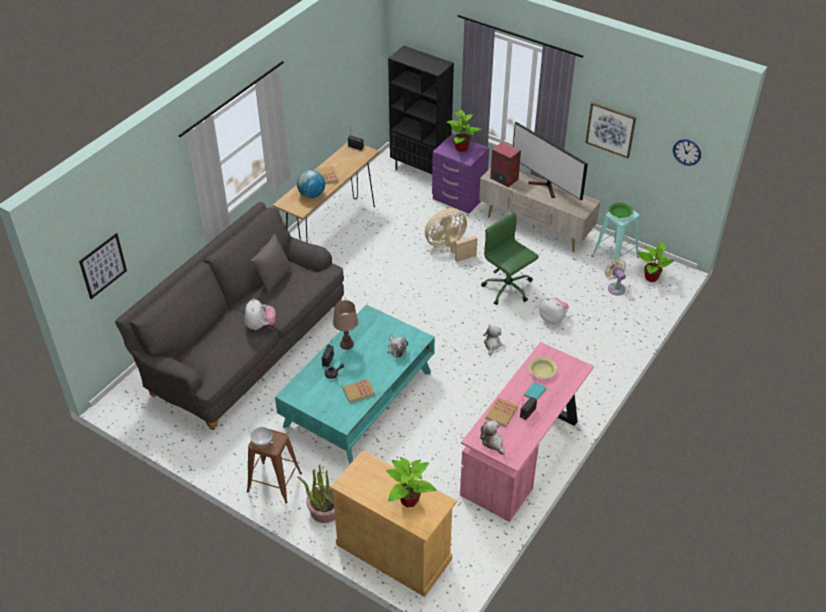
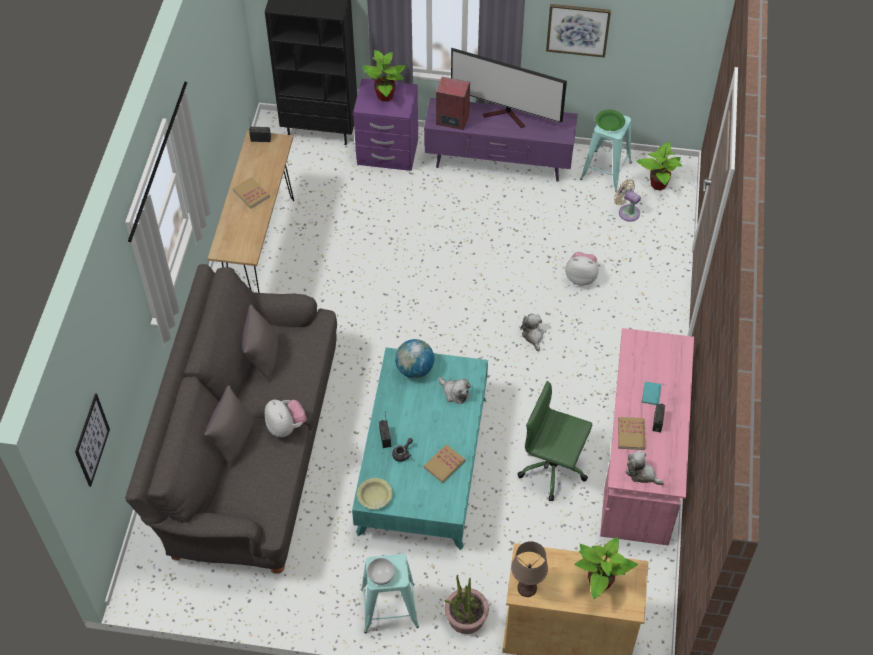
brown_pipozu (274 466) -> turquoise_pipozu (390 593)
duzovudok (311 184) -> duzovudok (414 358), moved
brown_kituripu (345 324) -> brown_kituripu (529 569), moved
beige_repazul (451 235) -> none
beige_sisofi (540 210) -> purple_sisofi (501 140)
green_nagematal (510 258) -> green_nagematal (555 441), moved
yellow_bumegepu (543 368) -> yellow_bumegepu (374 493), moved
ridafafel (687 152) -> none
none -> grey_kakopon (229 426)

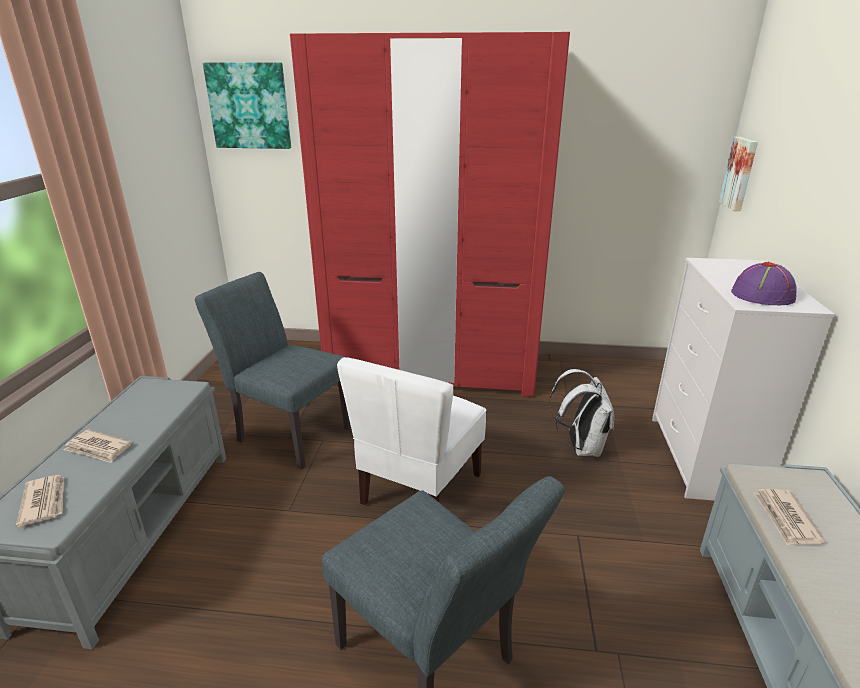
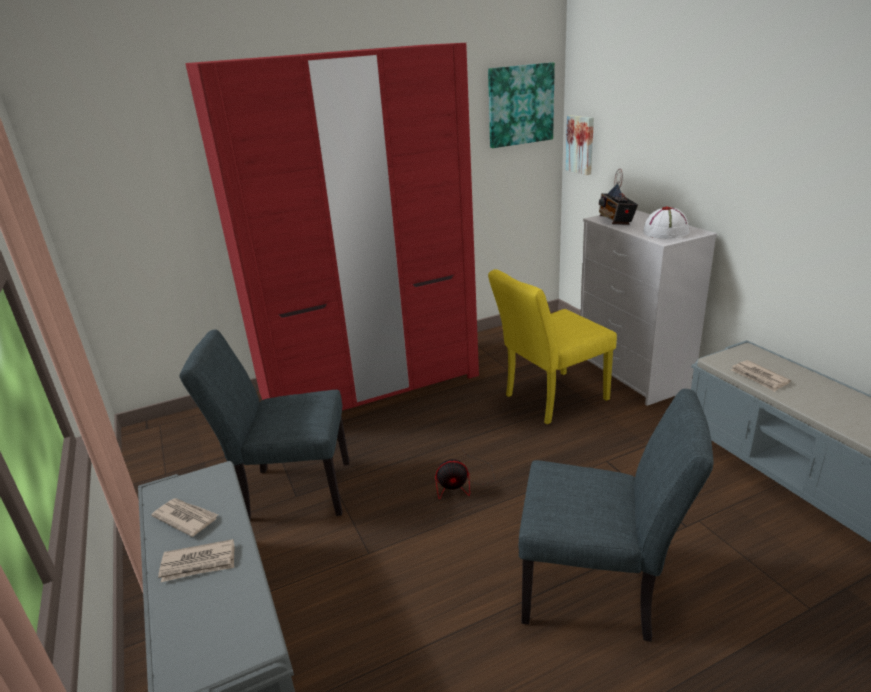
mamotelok (40 501) -> mamotelok (184 517), moved
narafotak (247 105) -> narafotak (521 105), moved
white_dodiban (411 431) -> repazul (465 473)
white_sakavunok (581 413) -> yellow_dodiban (552 346)
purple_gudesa (764 283) -> white_gudesa (666 222)
none -> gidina (618 197)

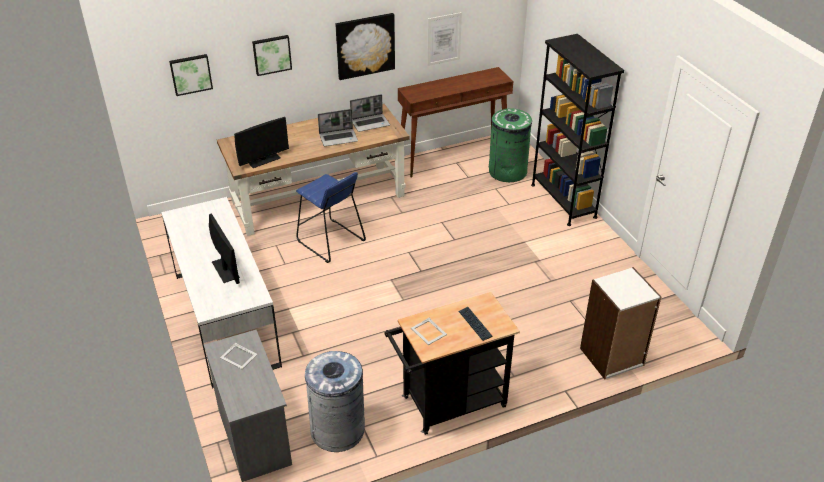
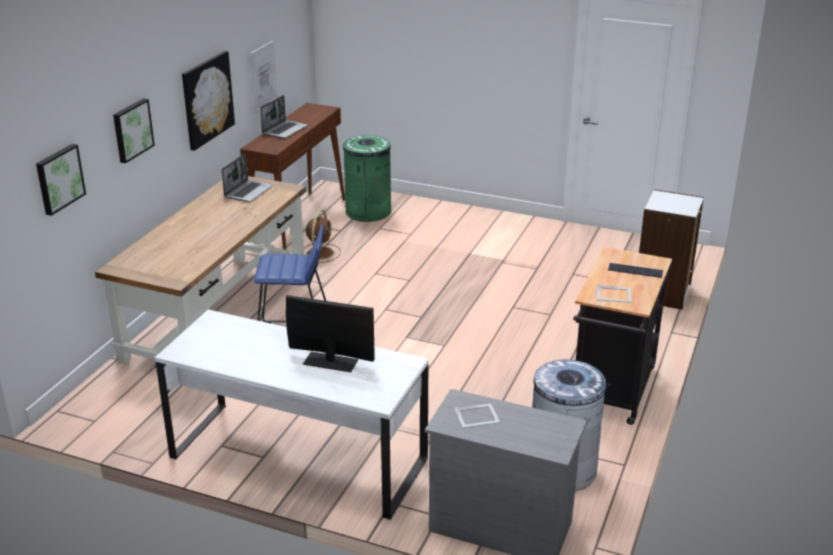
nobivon (261 142) -> none
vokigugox (338 127) -> vokigugox (284 116), moved
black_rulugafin (577 130) -> none
none -> brown_repazul (322 236)

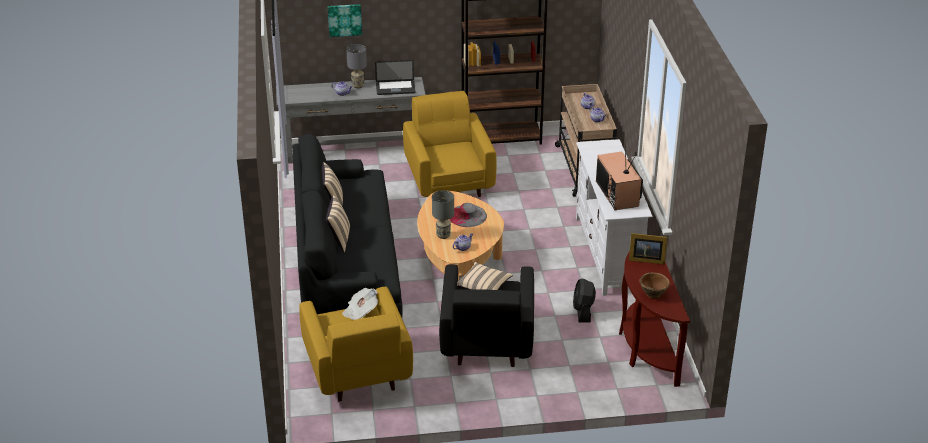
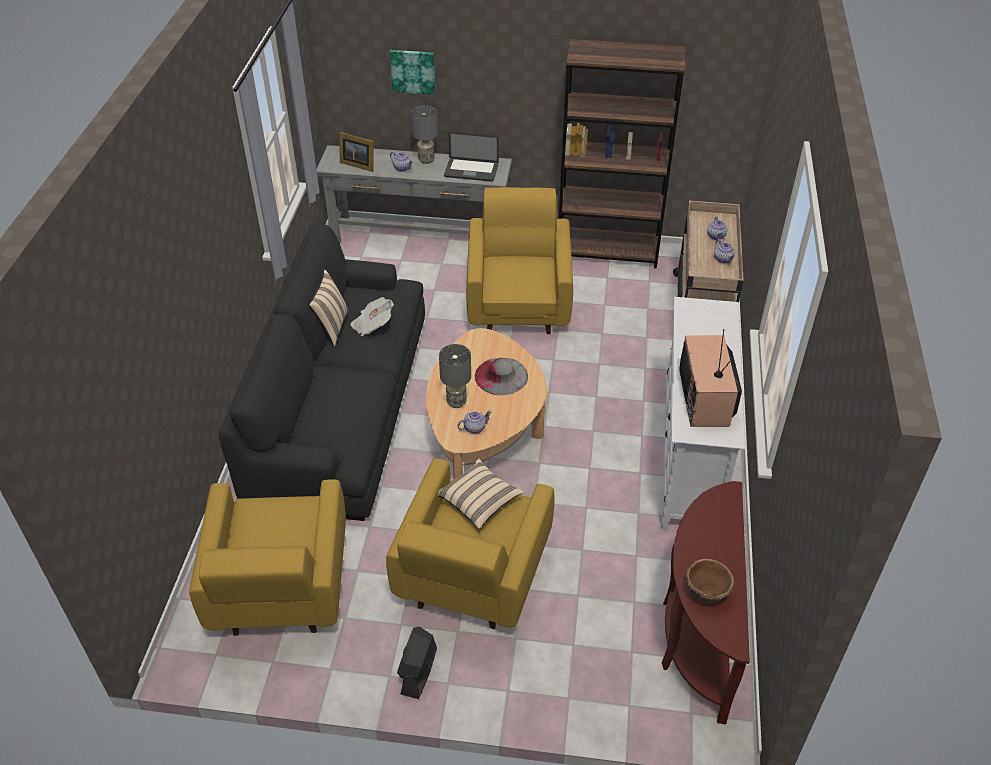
beige_kakopon (338 224) -> none
mamotelok (360 304) -> mamotelok (372 316), moved
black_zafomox (486 315) -> yellow_zafomox (470 544)
black_repazul (584 300) -> black_repazul (417 662), moved
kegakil (648 249) -> kegakil (356 152), moved

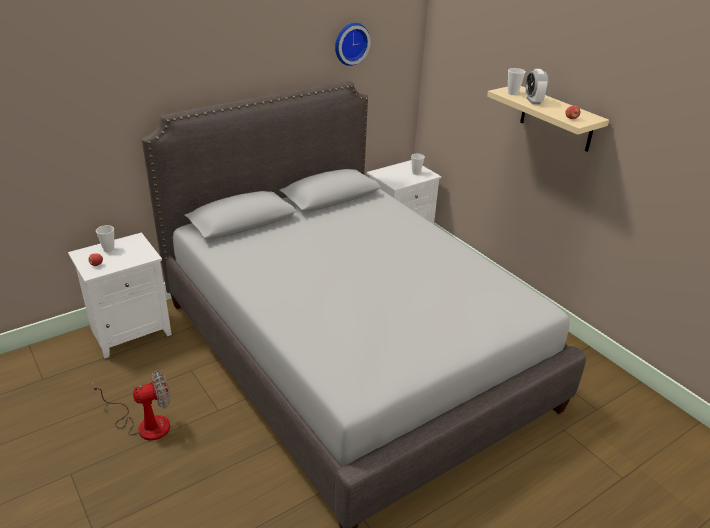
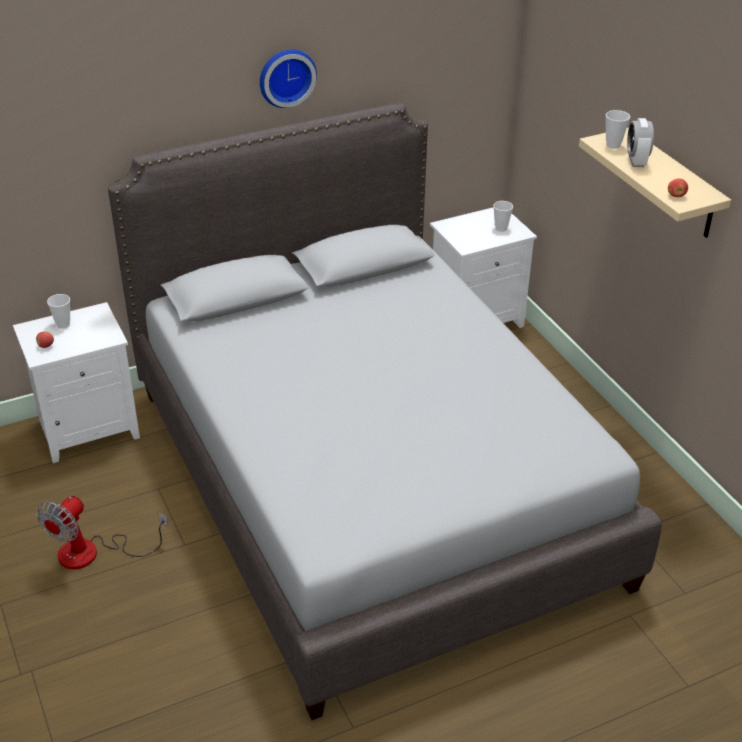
repazul (131 405) -> repazul (102 532), 135 degrees clockwise
ridafafel (353 44) -> ridafafel (288 78), moved

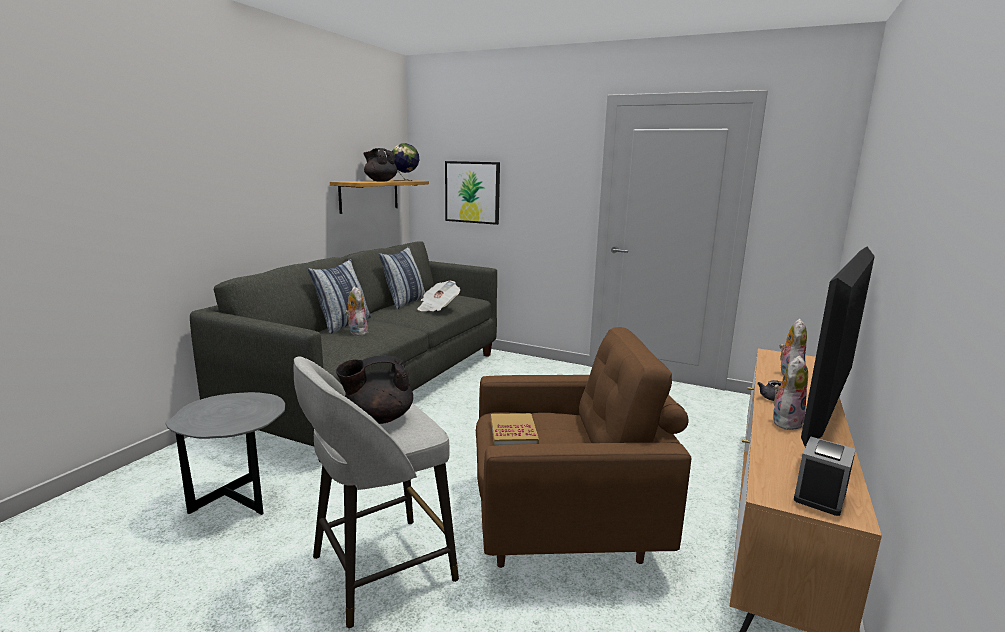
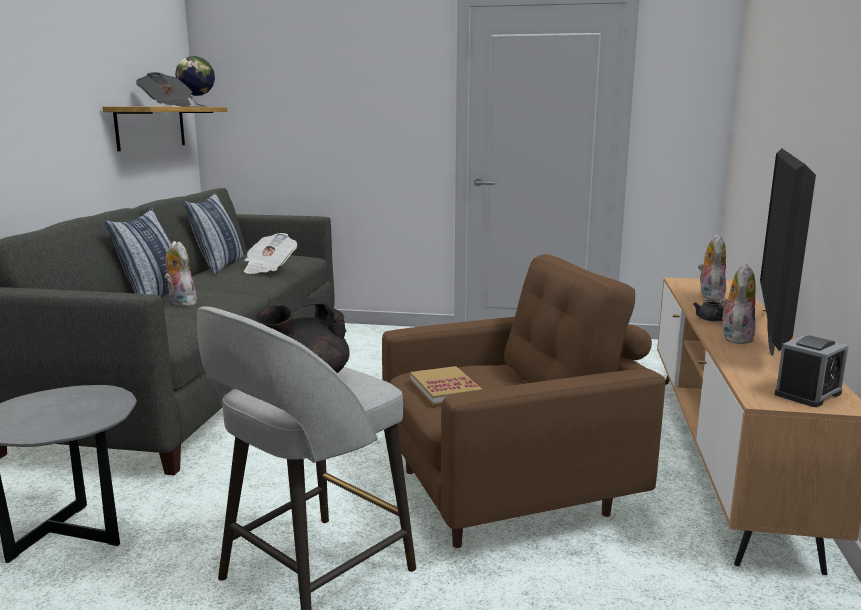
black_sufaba (380 164) -> mamotelok (164 89)
narafotak (472 193) -> none
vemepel (825 476) -> vemepel (812 371), 150 degrees counterclockwise

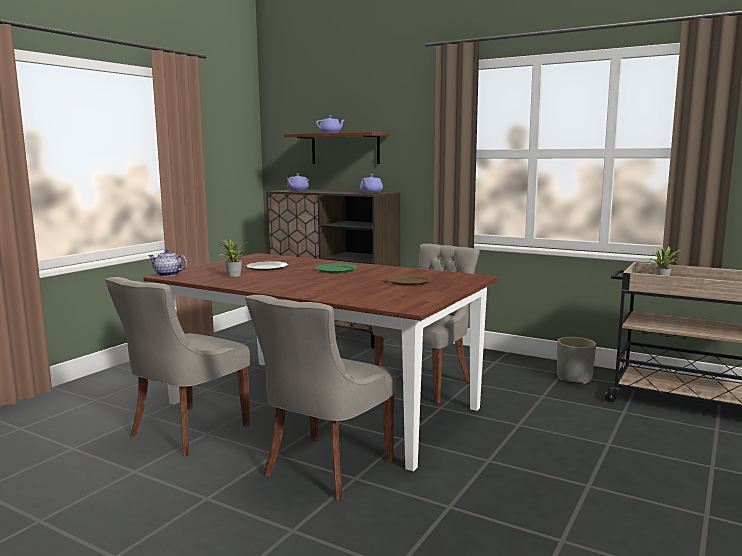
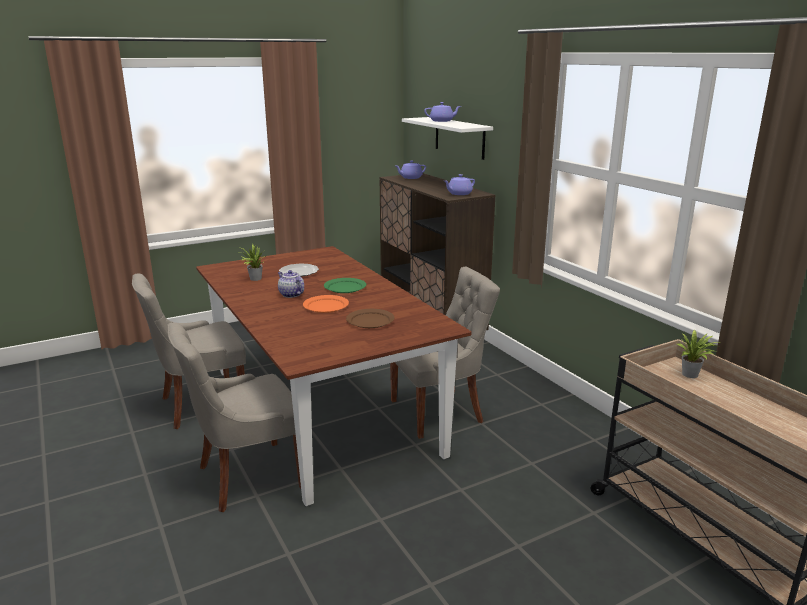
sufaba (167 262) -> sufaba (291 284), moved
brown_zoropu (337 148) -> white_zoropu (447 138)
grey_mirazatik (576 360) -> none
none -> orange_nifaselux (326 304)

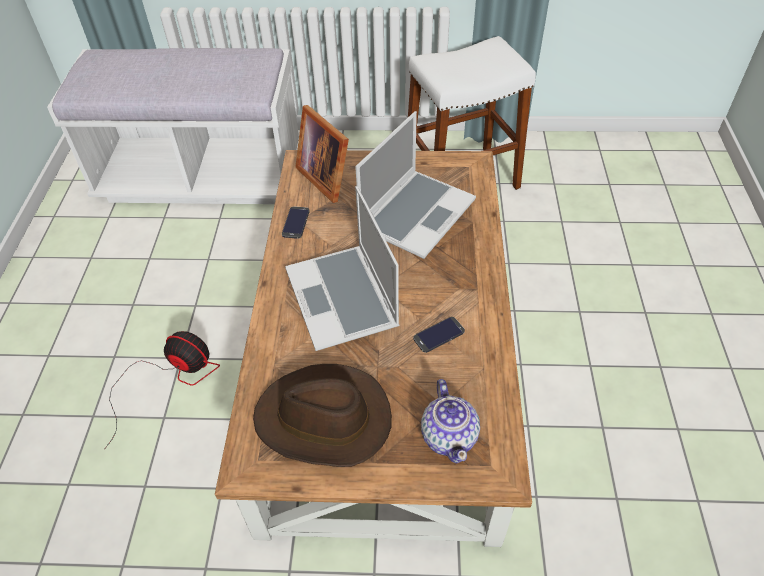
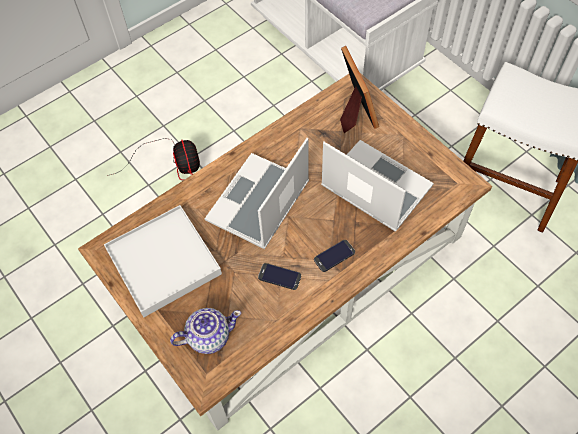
brown_gudesa (322 415) -> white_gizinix (163 261)
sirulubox (295 222) -> sirulubox (334 256), moved
kegakil (322 154) -> kegakil (359 89), 150 degrees clockwise
vokigugox (415 185) -> vokigugox (377 186), 135 degrees counterclockwise
sufaba (450 421) -> sufaba (205 331), 150 degrees counterclockwise

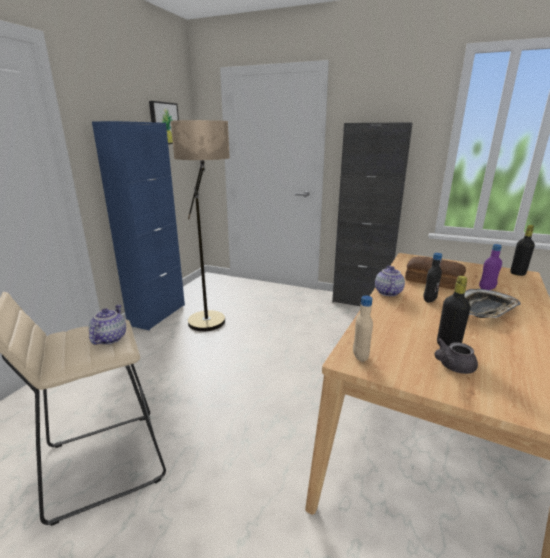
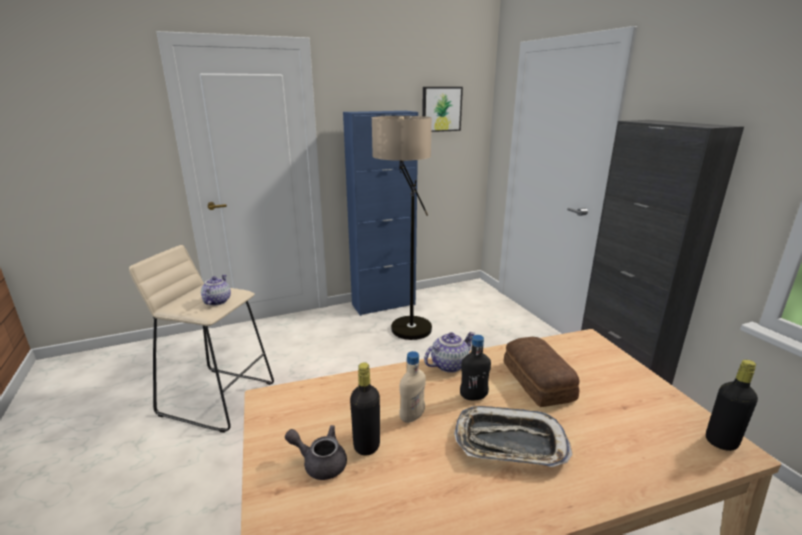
sufaba (107 325) -> sufaba (216 290), 45 degrees counterclockwise
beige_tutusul (363 329) -> beige_tutusul (412 387), moved
purple_tutusul (490 267) -> none

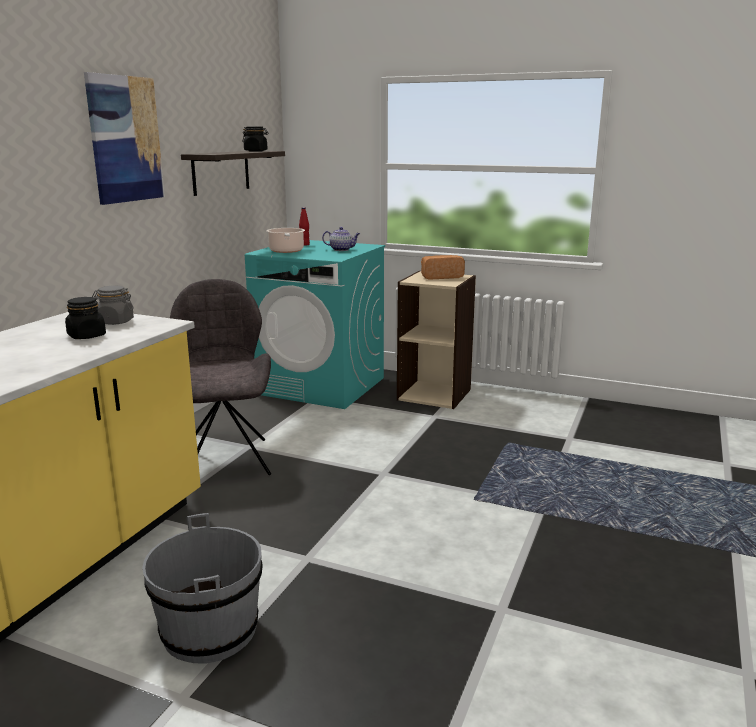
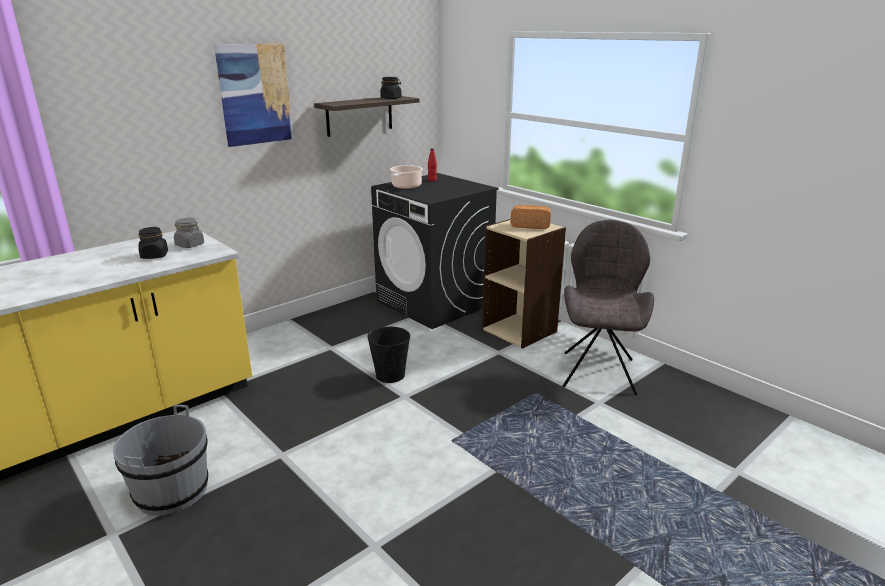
grey_dodiban (220 377) -> grey_dodiban (608 307), moved
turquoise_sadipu (315 324) -> black_sadipu (435 251)
sufaba (341 239) -> none
none -> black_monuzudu (388 355)

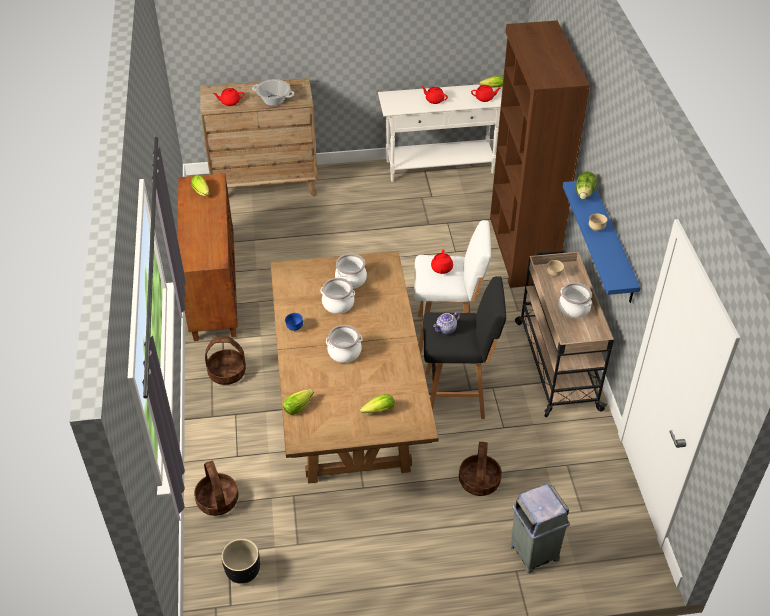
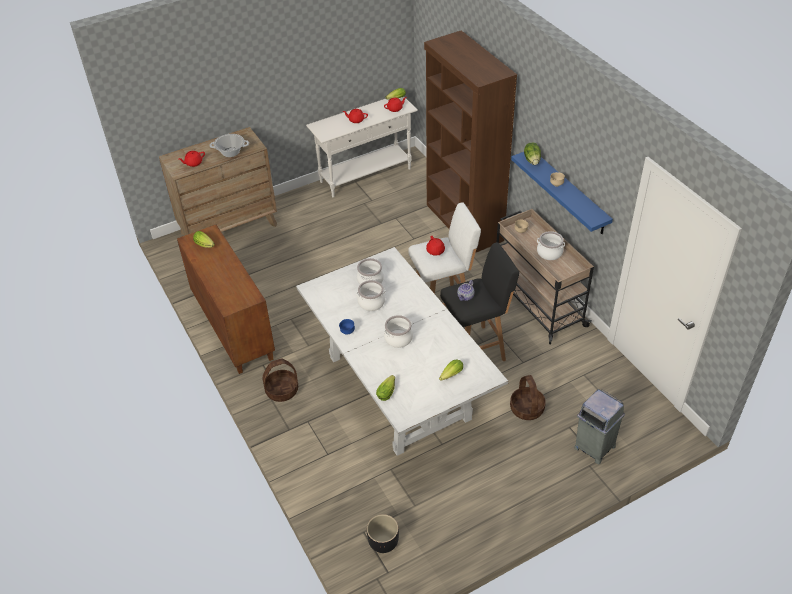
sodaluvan (216 488) -> none
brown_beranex (354 367) -> white_beranex (402 351)

